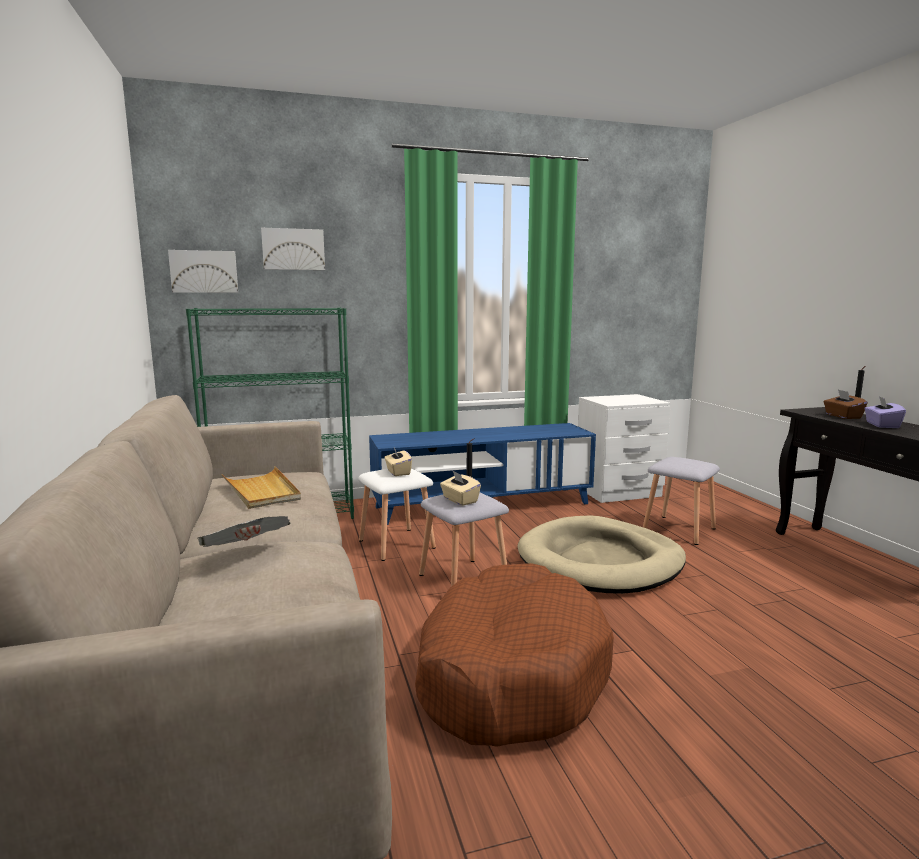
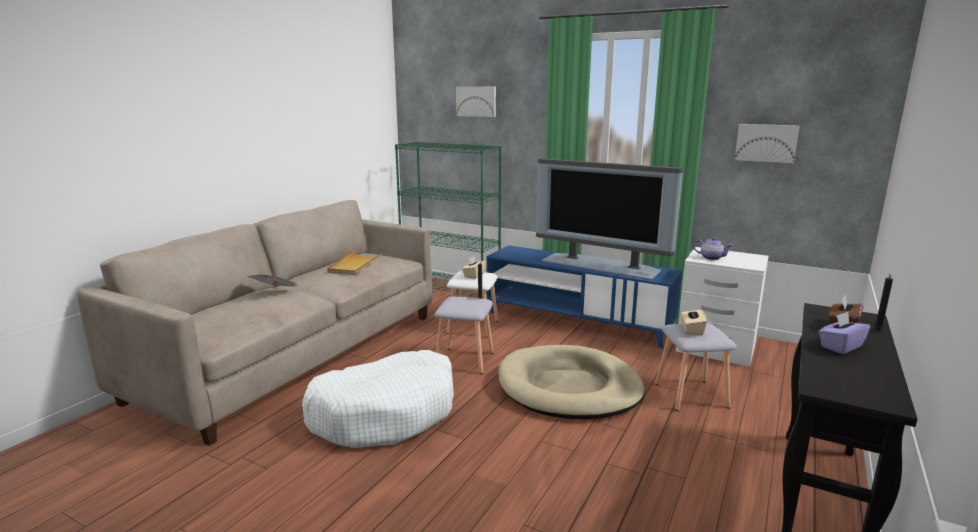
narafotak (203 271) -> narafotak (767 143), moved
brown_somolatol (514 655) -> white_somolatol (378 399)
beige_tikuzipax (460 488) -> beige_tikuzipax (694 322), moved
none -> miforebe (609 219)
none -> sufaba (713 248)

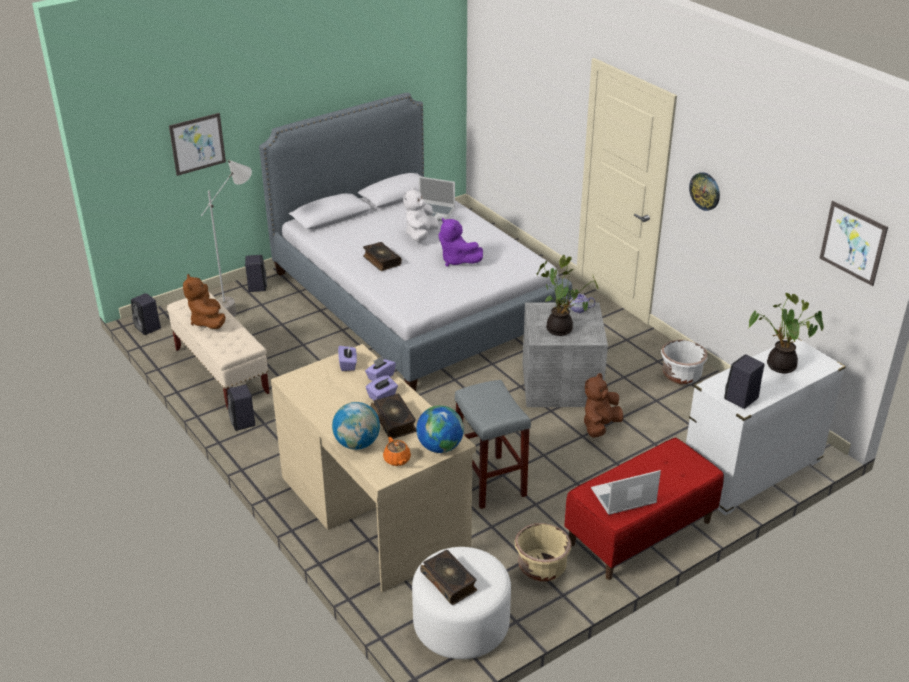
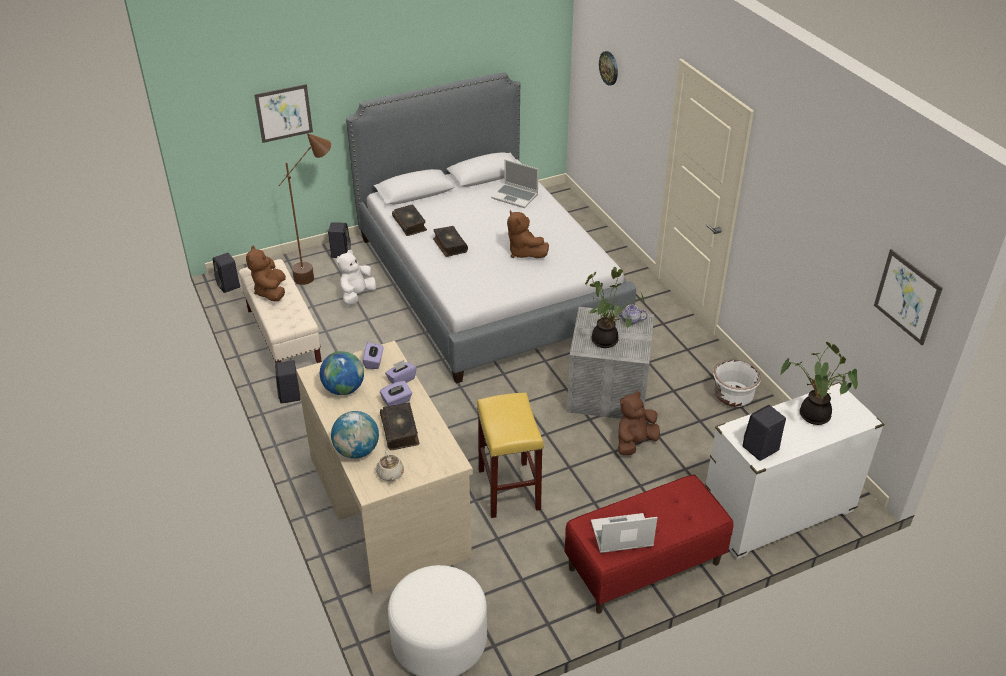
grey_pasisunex (226 238) -> brown_pasisunex (305 209)
orange_sufaba (397 451) -> beige_sufaba (390 466)
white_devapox (421 214) -> white_devapox (356 277), moved
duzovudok (440 429) -> duzovudok (342 373), moved
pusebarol (448 577) -> pusebarol (409 220), moved
purple_devapox (460 242) -> brown_devapox (528 234)
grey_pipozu (492 444) -> yellow_pipozu (510 455)
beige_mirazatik (543 552) -> none
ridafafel (704 191) -> ridafafel (608 68), moved

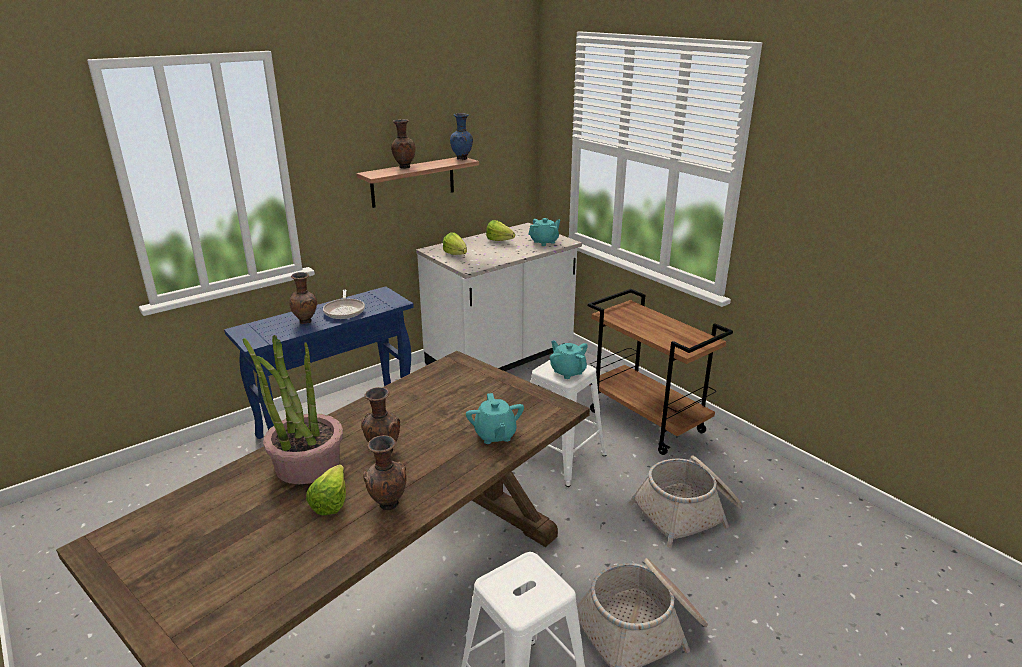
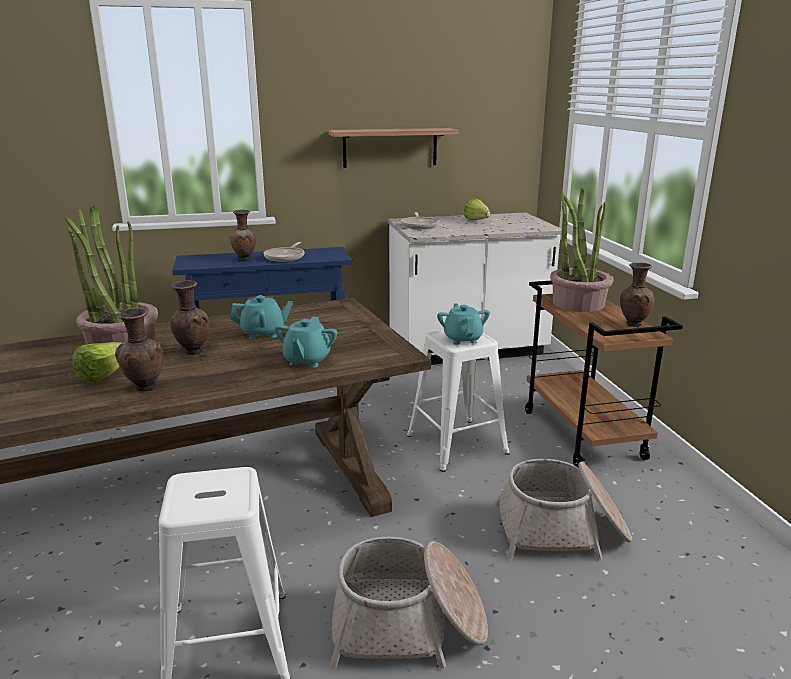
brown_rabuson (403 144) -> brown_rabuson (637 294), moved
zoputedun (455 243) -> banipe (420 220)
blue_rabuson (461 136) -> none
turquoise_sufaba (544 232) -> turquoise_sufaba (261 317), moved
none -> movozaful (581 249)

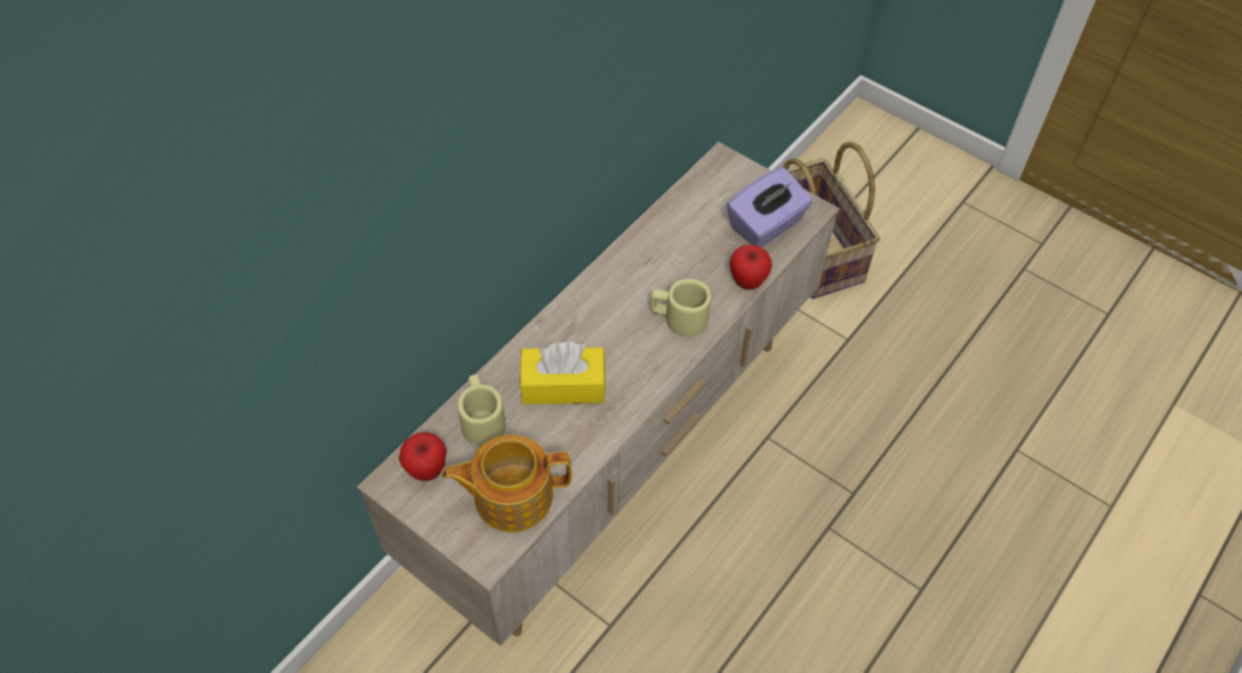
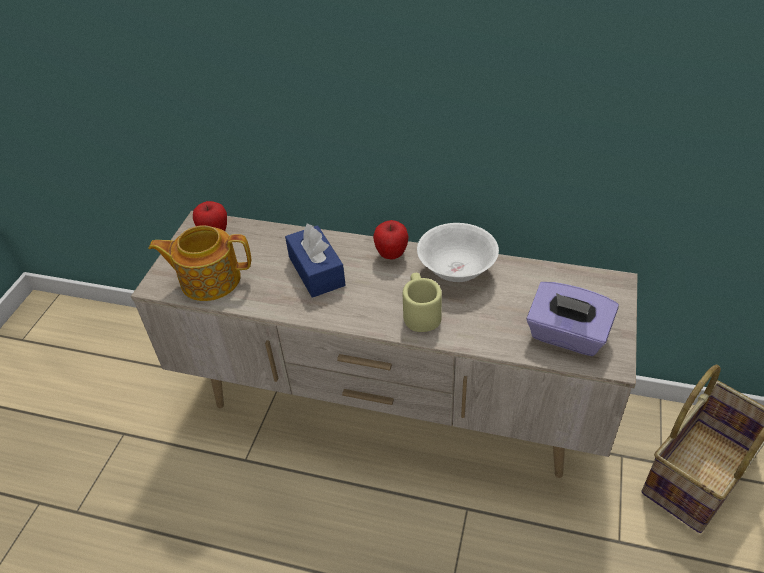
sufaba (507 483) -> sufaba (199 263), 60 degrees counterclockwise
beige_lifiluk (481 410) -> none
yellow_tikuzipax (563 373) -> blue_tikuzipax (315 260)
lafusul (750 267) -> lafusul (391 240), moved
none -> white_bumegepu (458 252)

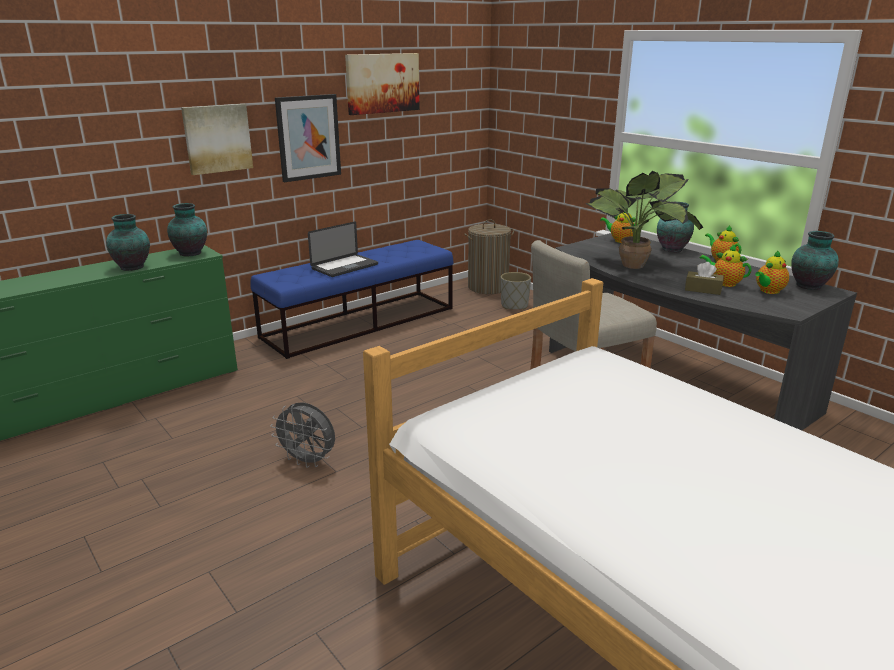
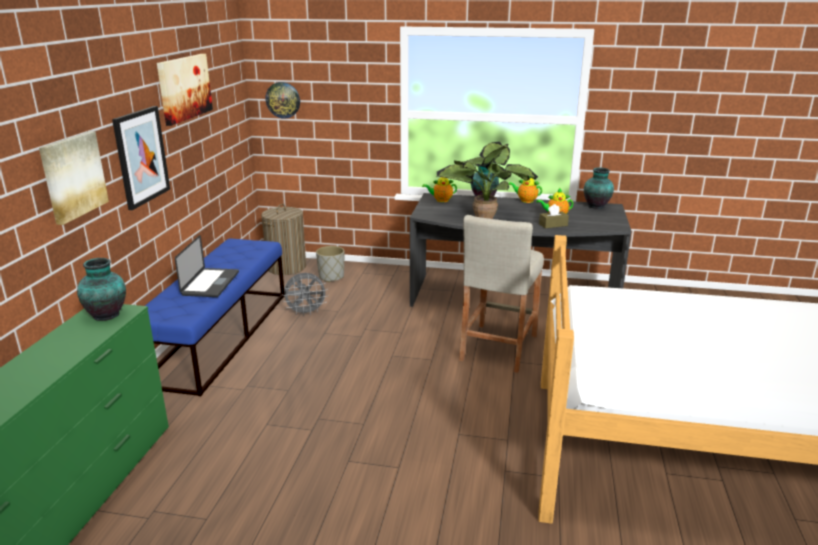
rabuson (128 242) -> none
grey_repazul (303 435) -> grey_repazul (305 294), moved
sufaba (772 272) -> none
none -> ridafafel (282 100)

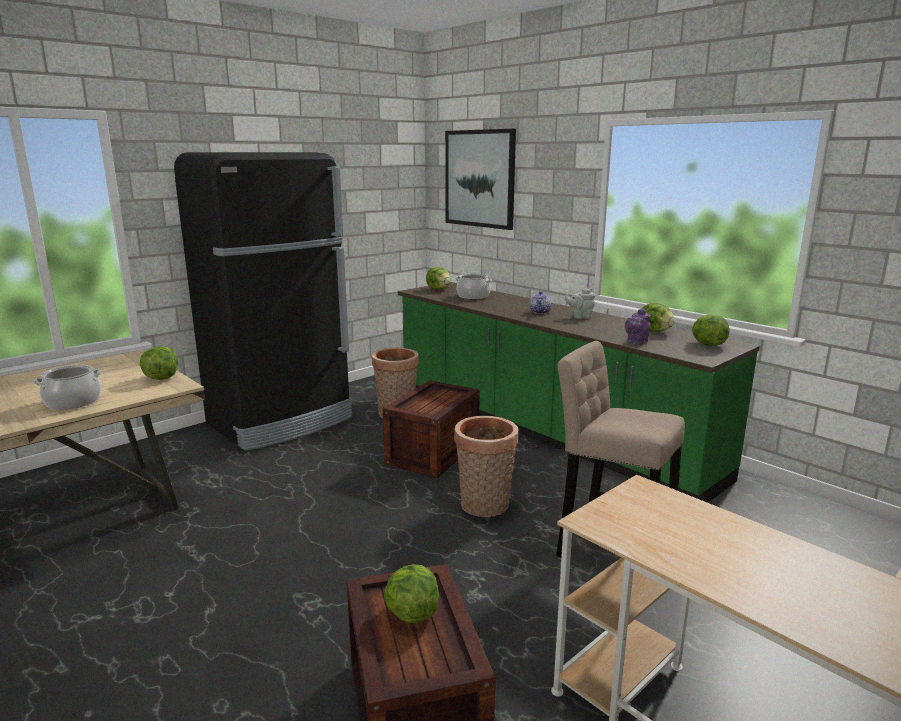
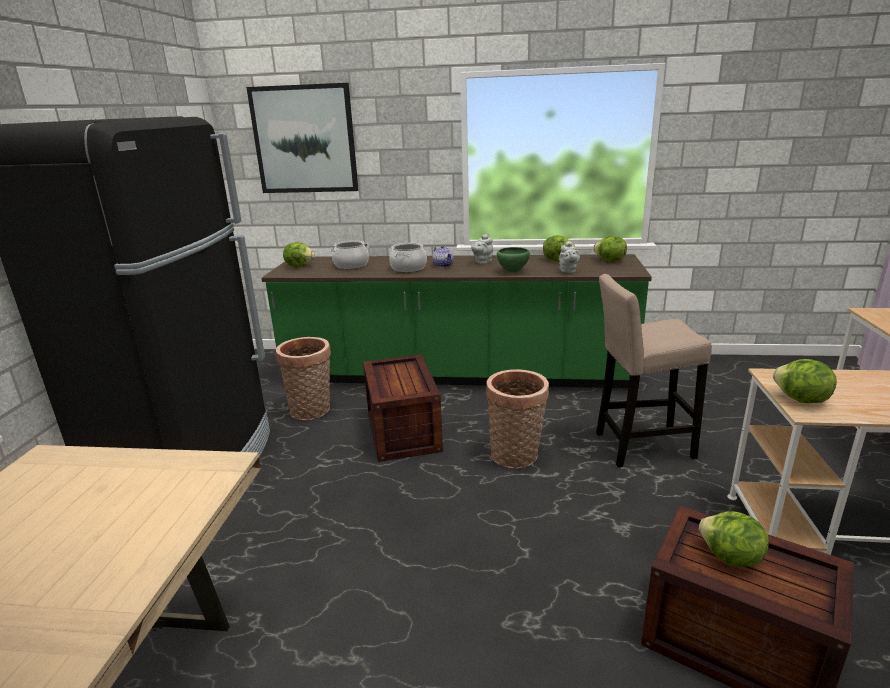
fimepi (68 387) -> fimepi (408 257), moved
zoputedun (159 363) -> zoputedun (805 381), moved
purple_sufaba (638 326) -> grey_sufaba (569 257)
none -> green_bumegepu (513 259)

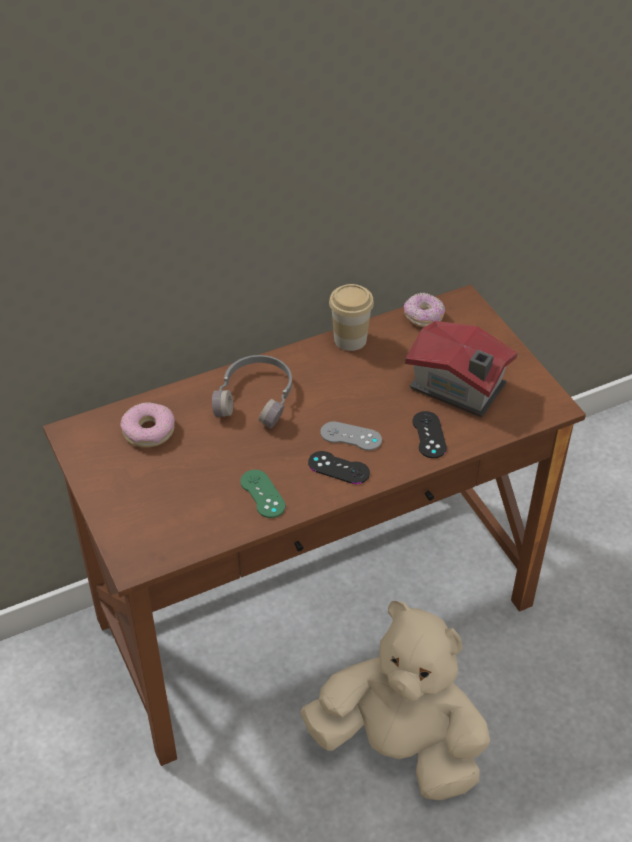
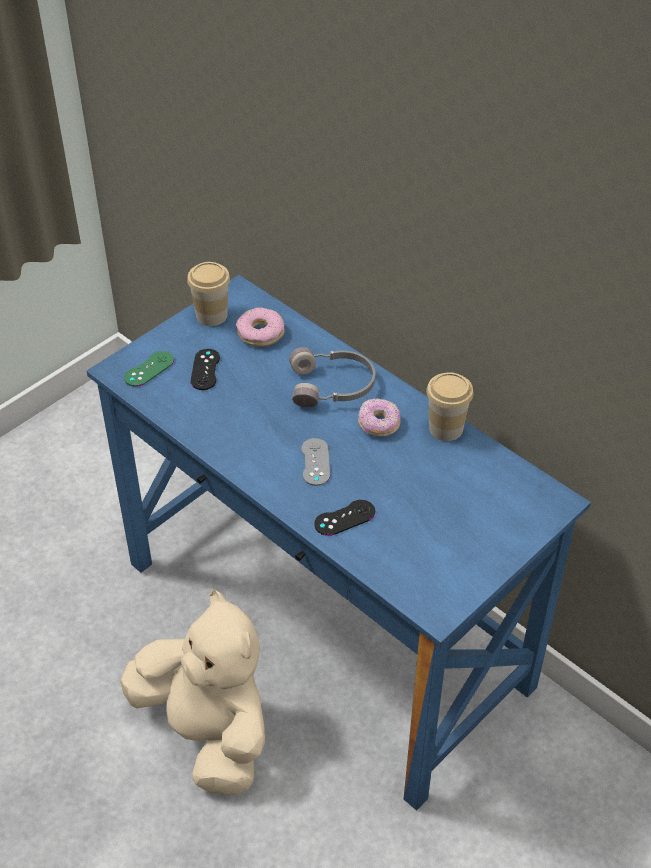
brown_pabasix (314 525) -> blue_pabasix (339 542)
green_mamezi (263 494) -> green_mamezi (149 369), moved
beige_devapox (395 700) -> beige_devapox (192 692), 45 degrees counterclockwise
black_mamezi (339 467) -> black_mamezi (205 369), moved
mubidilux (424 309) -> mubidilux (379 417), moved
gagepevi (461 369) -> none
none -> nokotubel (208 294)

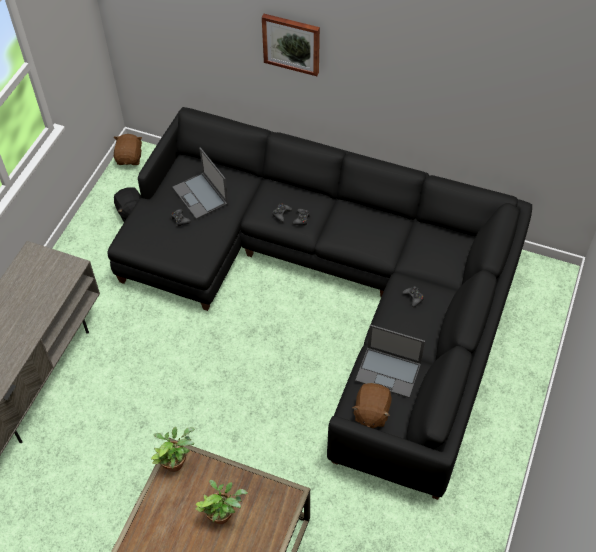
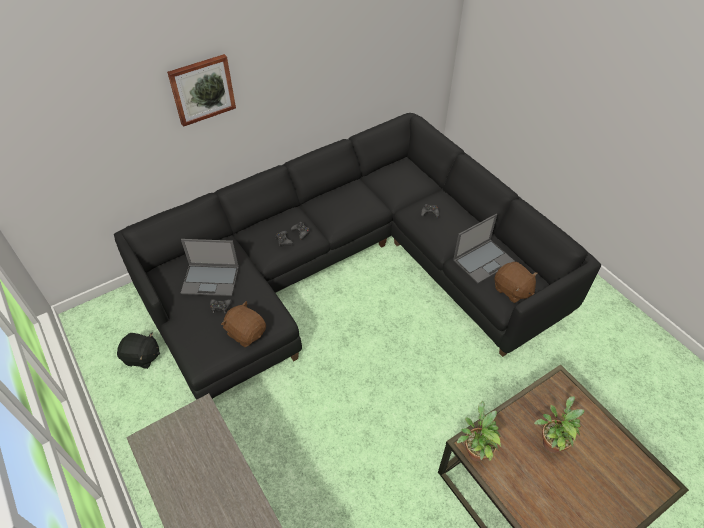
brown_devapox (128 149) -> brown_devapox (243 324), moved

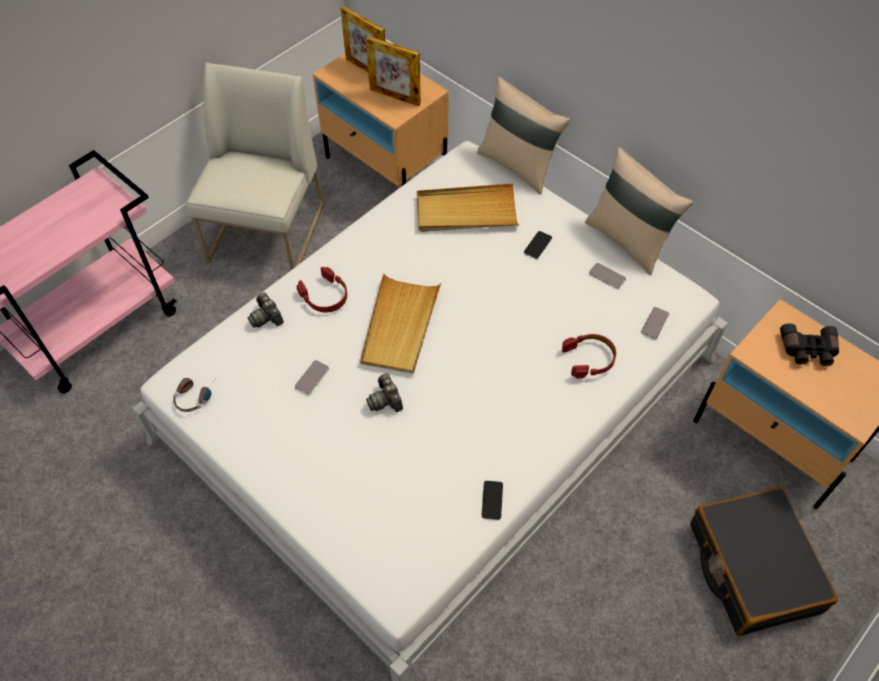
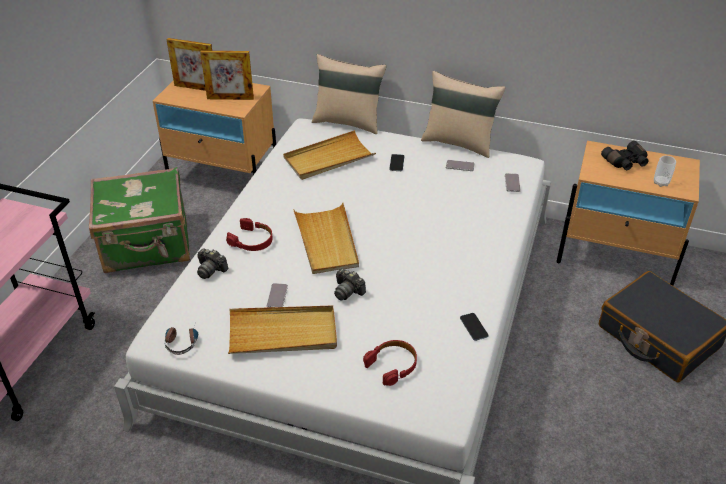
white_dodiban (255 166) -> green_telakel (139 220)
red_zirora (589 356) -> red_zirora (390 363), moved
none -> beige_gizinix (282 330)
none -> nokotubel (665 171)

